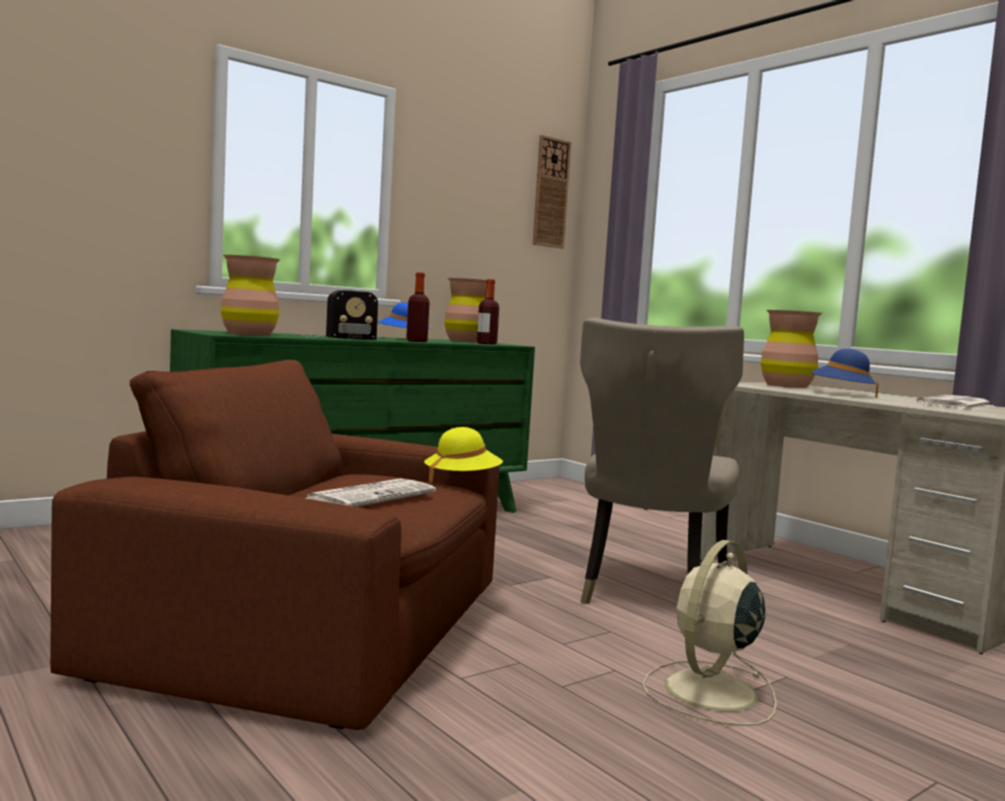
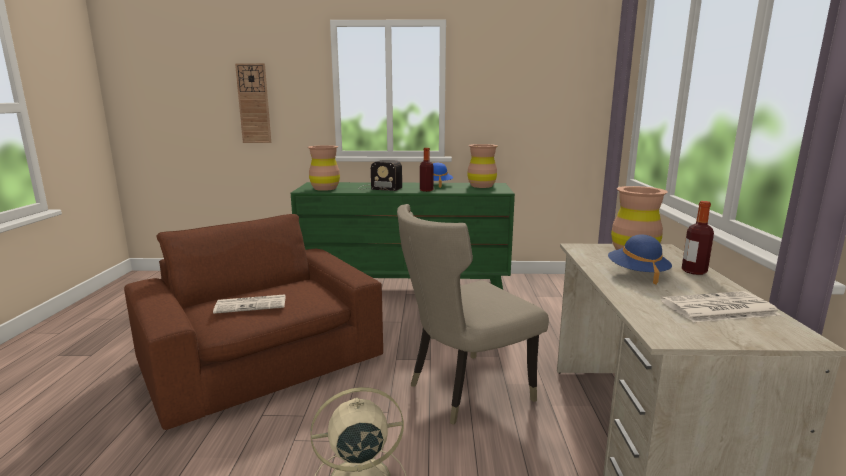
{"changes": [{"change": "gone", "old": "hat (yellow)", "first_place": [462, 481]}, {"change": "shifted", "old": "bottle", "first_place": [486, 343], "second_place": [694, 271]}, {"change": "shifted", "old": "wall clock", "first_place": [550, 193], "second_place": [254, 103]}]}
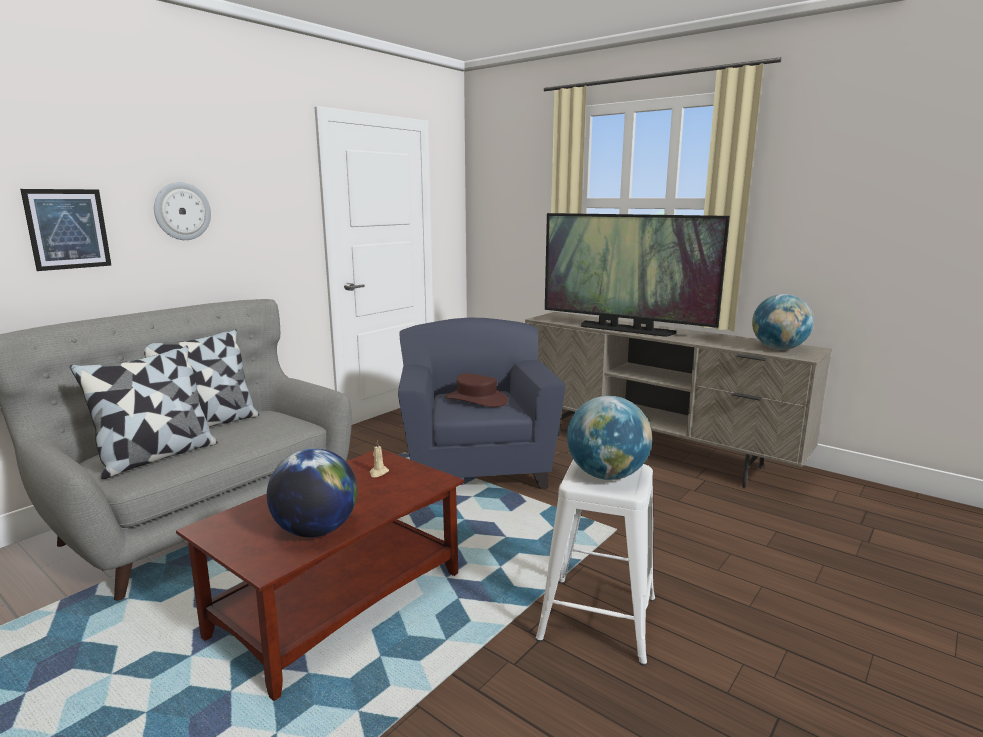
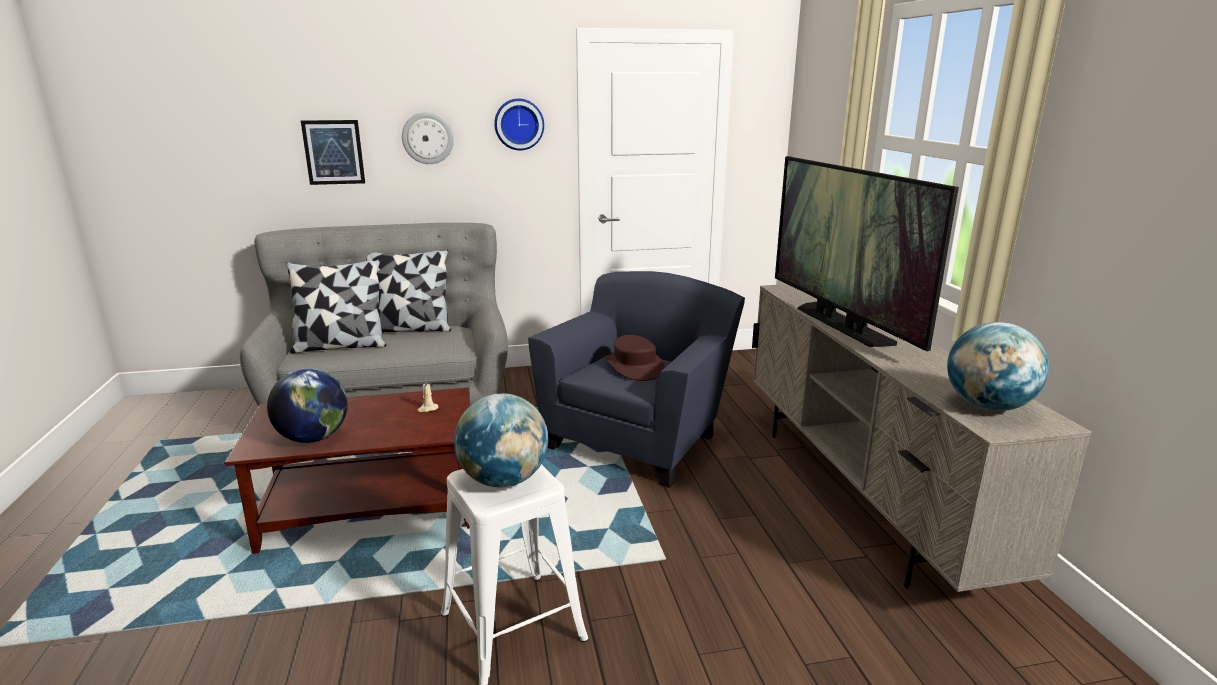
{"changes": [{"change": "new", "new": "wall clock", "second_place": [519, 124]}]}
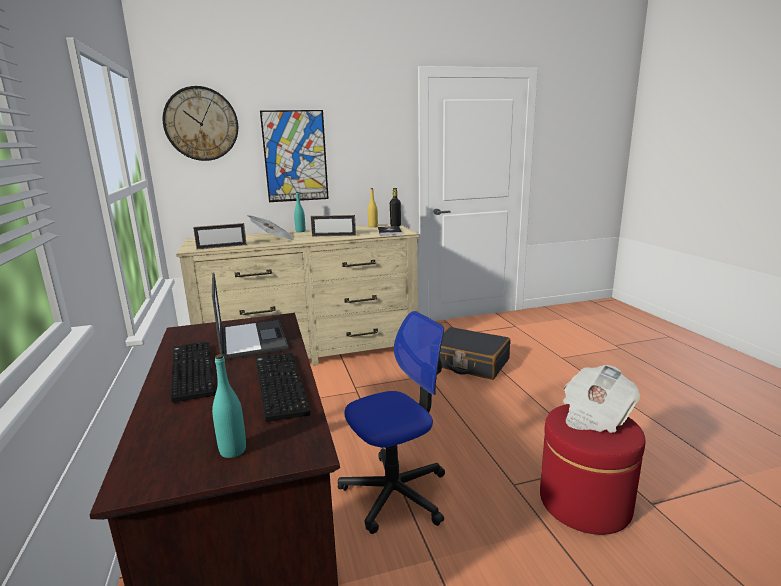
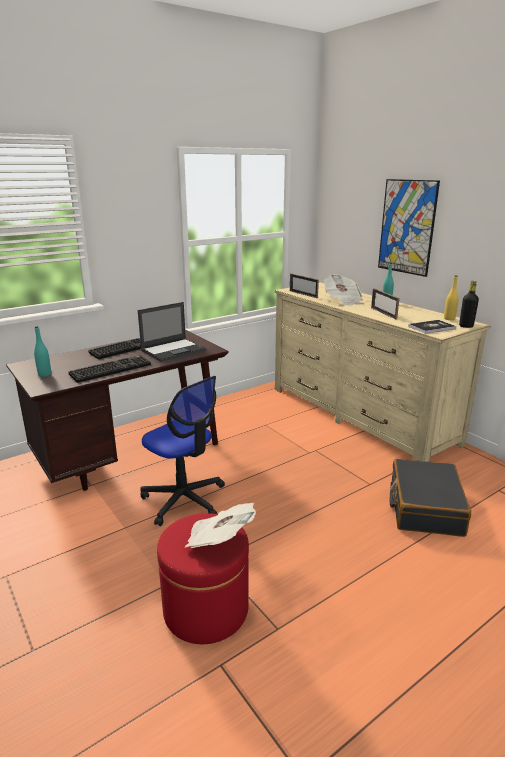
{"changes": [{"change": "gone", "old": "wall clock", "first_place": [201, 124]}]}
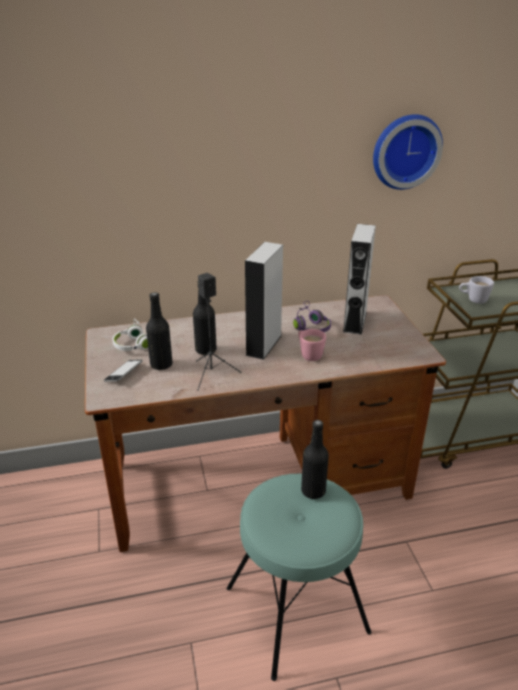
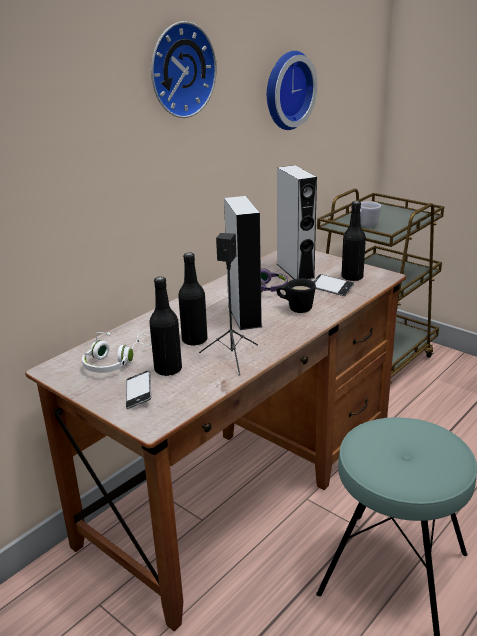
{"changes": [{"change": "new", "new": "wall clock", "second_place": [179, 70]}, {"change": "new", "new": "phone", "second_place": [331, 288]}, {"change": "shifted", "old": "bottle (black)", "first_place": [313, 491], "second_place": [352, 277]}, {"change": "repainted", "old": "mug (pink)", "new": "mug (black)", "first_place": [309, 354], "second_place": [295, 308]}]}
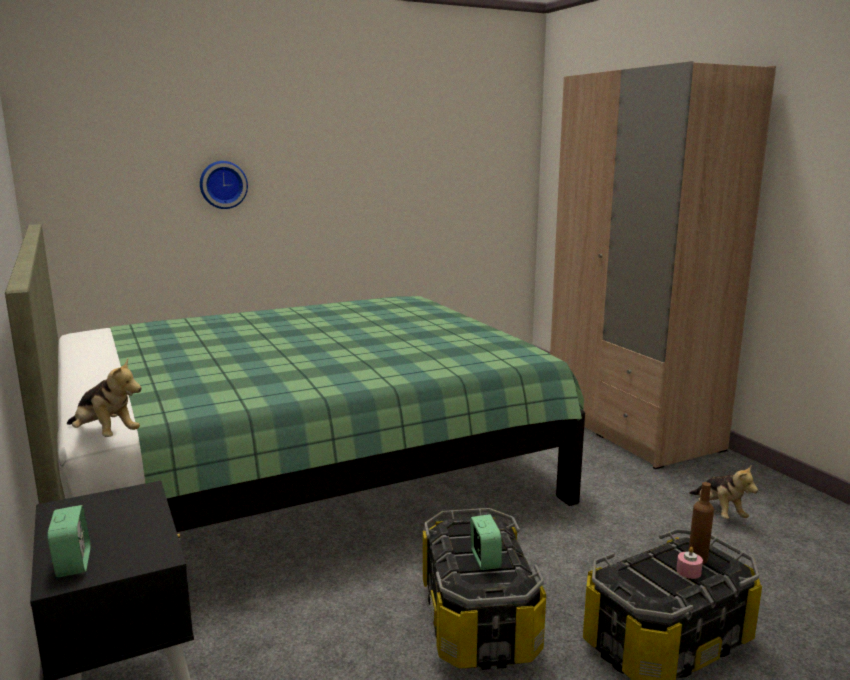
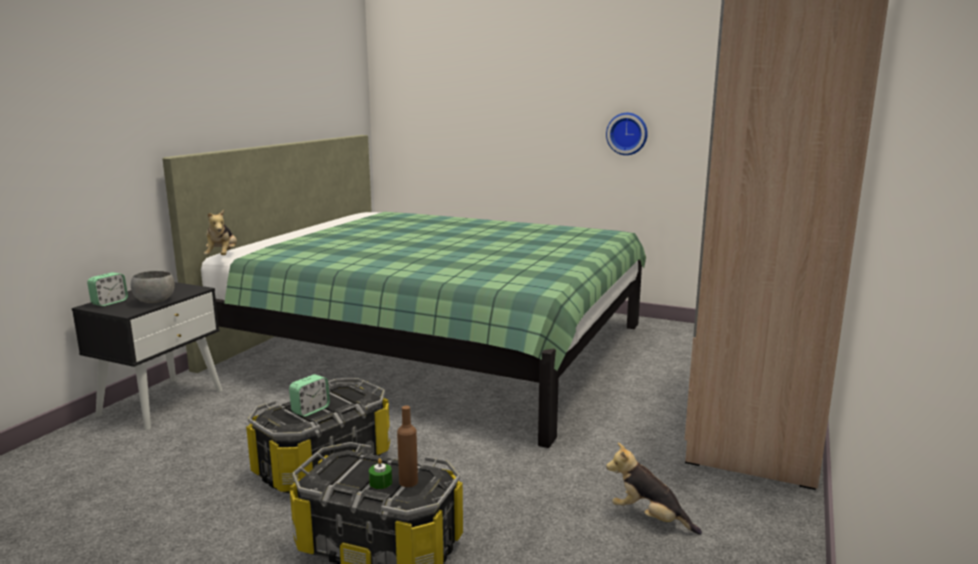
{"changes": [{"change": "new", "new": "bowl (grey)", "second_place": [154, 301]}, {"change": "shifted", "old": "wall clock", "first_place": [223, 184], "second_place": [627, 133]}, {"change": "repainted", "old": "candle (pink)", "new": "candle (green)", "first_place": [688, 571], "second_place": [380, 482]}, {"change": "rotated", "old": "plush toy", "first_place": [718, 512], "second_place": [649, 518], "degrees": 90}]}
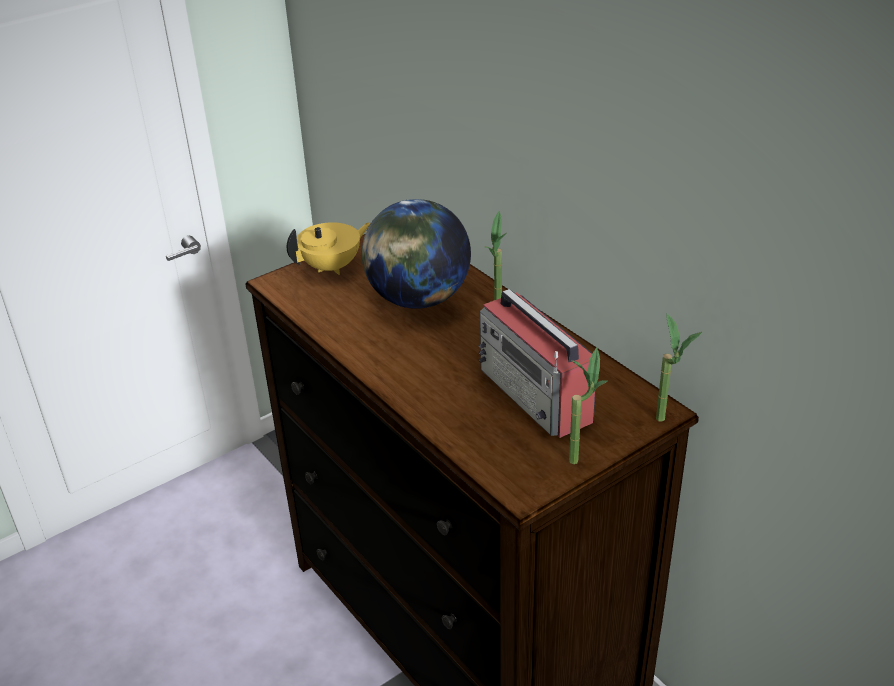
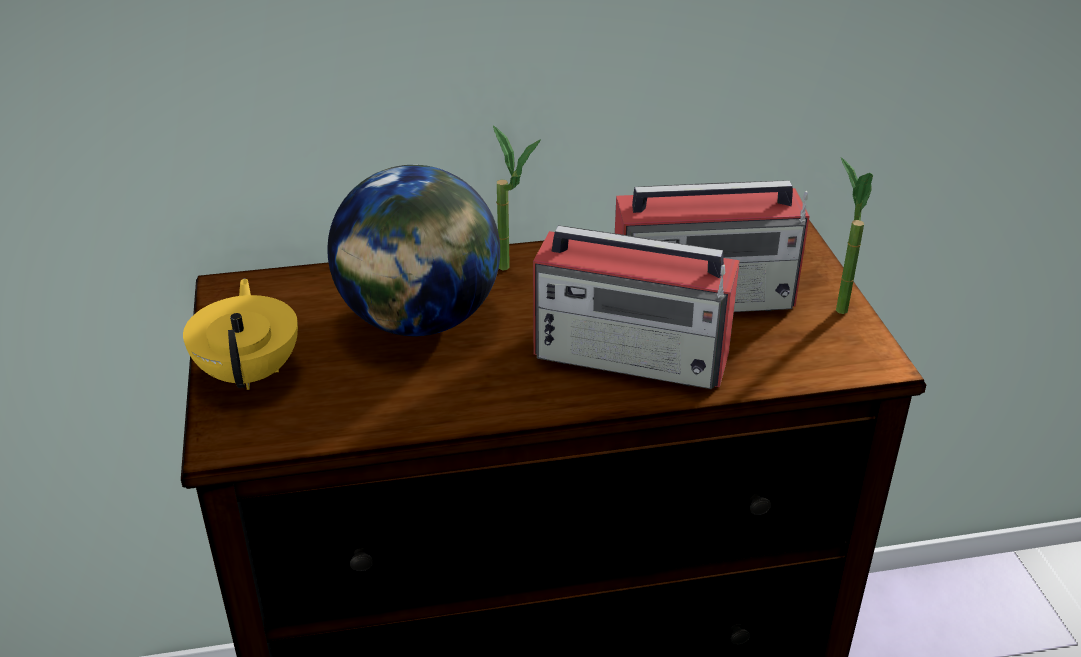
{"changes": [{"change": "gone", "old": "potted plant", "first_place": [668, 423]}, {"change": "new", "new": "radio", "second_place": [633, 355]}]}
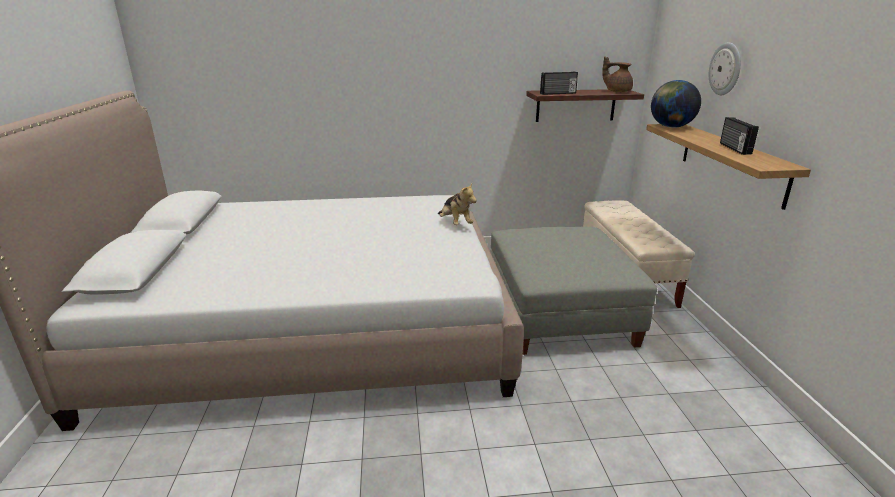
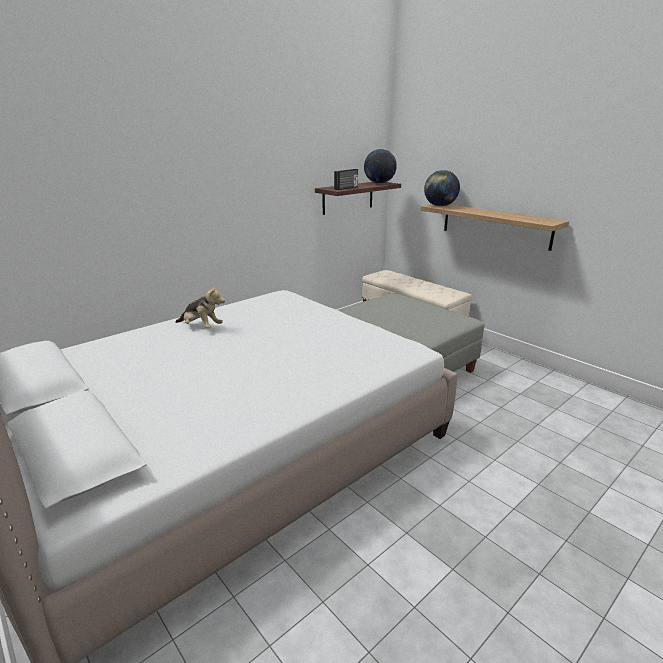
{"changes": [{"change": "gone", "old": "wall clock", "first_place": [725, 69]}, {"change": "gone", "old": "radio", "first_place": [734, 148]}, {"change": "shifted", "old": "plush toy", "first_place": [455, 223], "second_place": [201, 327]}, {"change": "swapped", "old": "teapot (brown)", "new": "globe", "first_place": [617, 91], "second_place": [379, 183]}]}
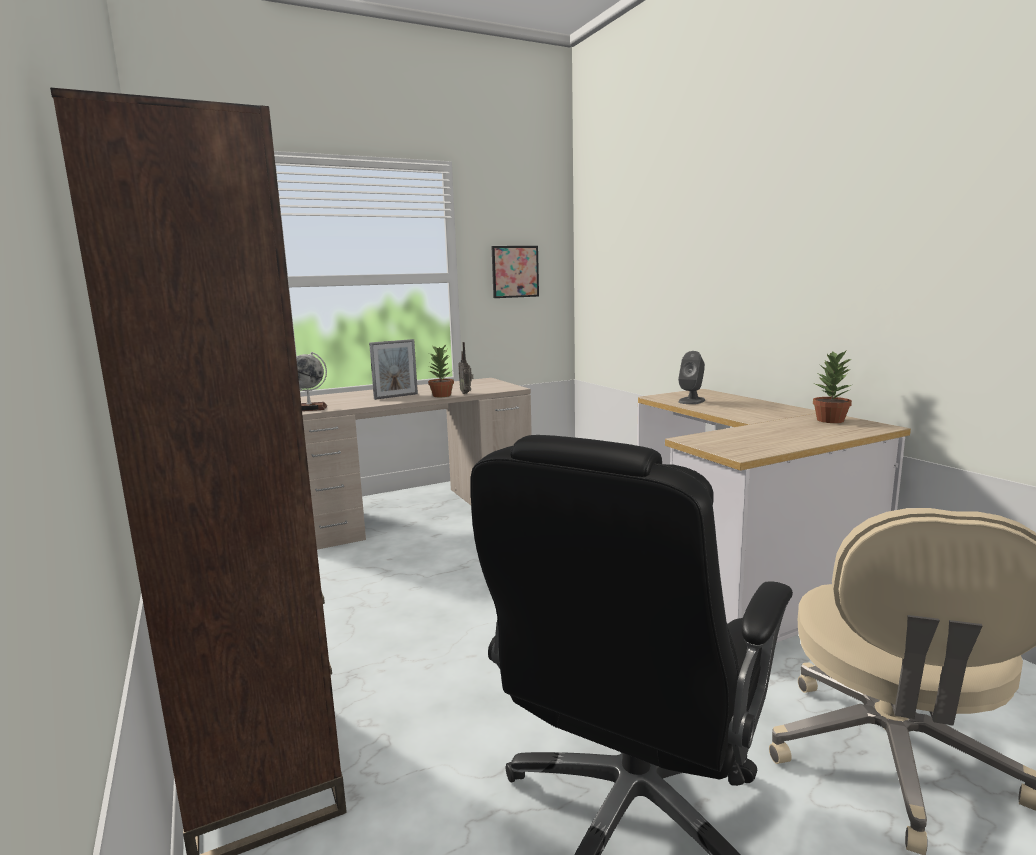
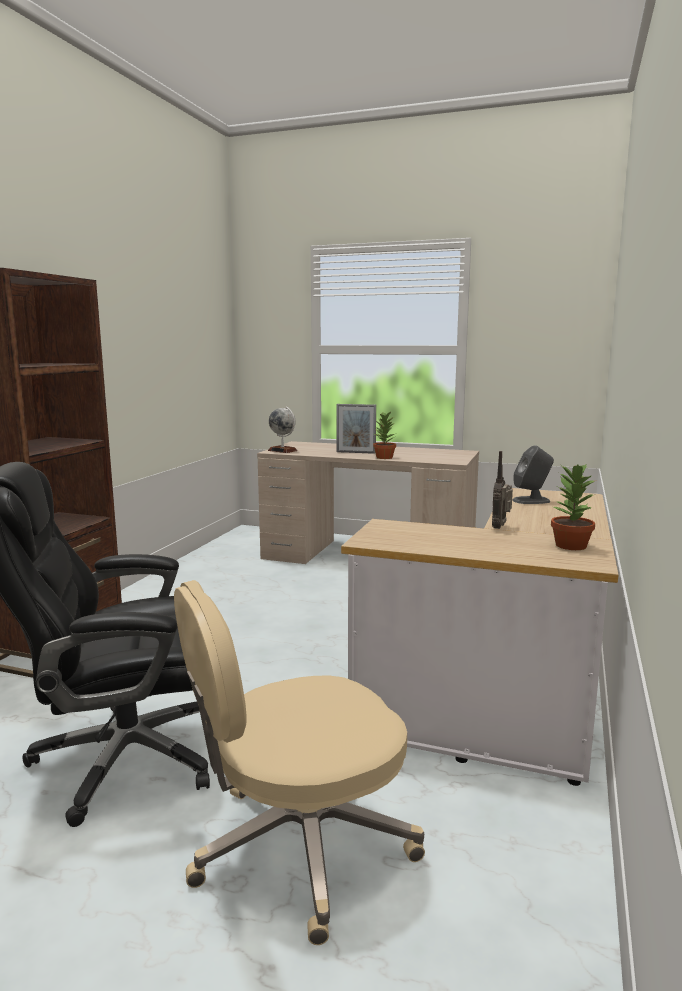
{"changes": [{"change": "gone", "old": "picture", "first_place": [515, 271]}, {"change": "shifted", "old": "radio", "first_place": [466, 393], "second_place": [501, 527]}]}
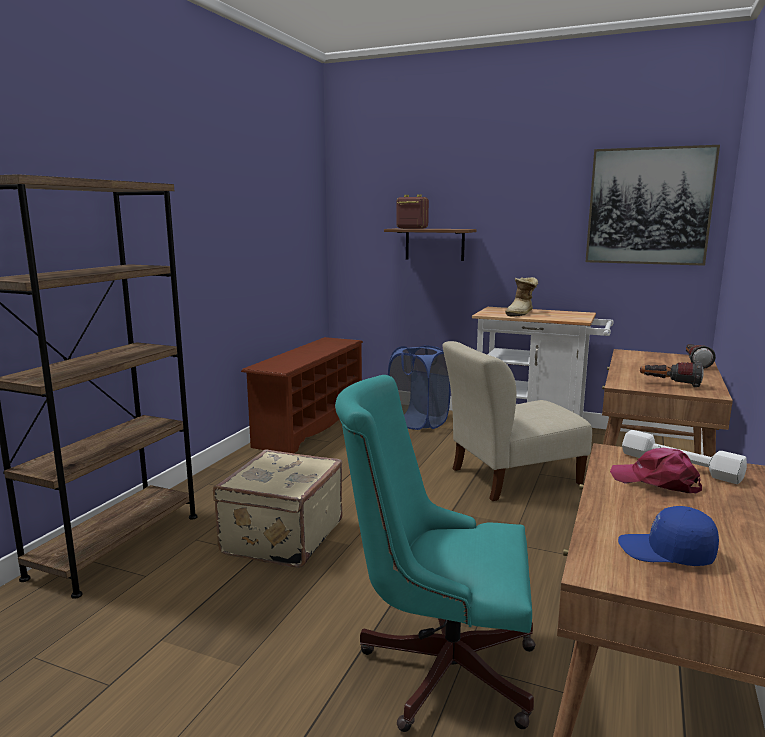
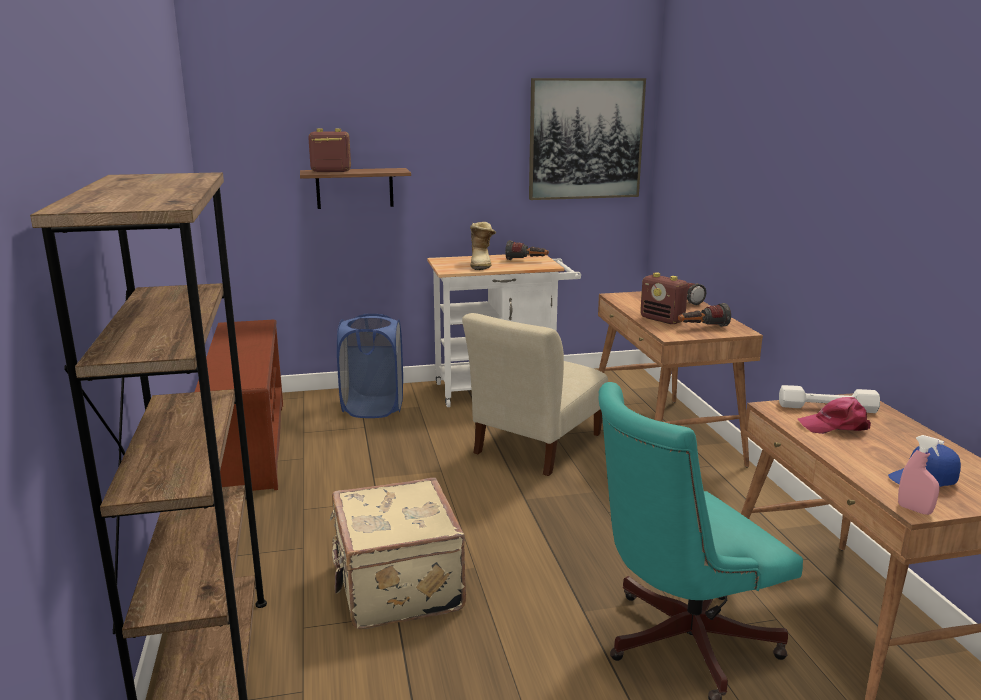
{"changes": [{"change": "new", "new": "flashlight", "second_place": [526, 261]}, {"change": "new", "new": "radio", "second_place": [662, 320]}, {"change": "new", "new": "spray bottle (pink)", "second_place": [914, 510]}]}
